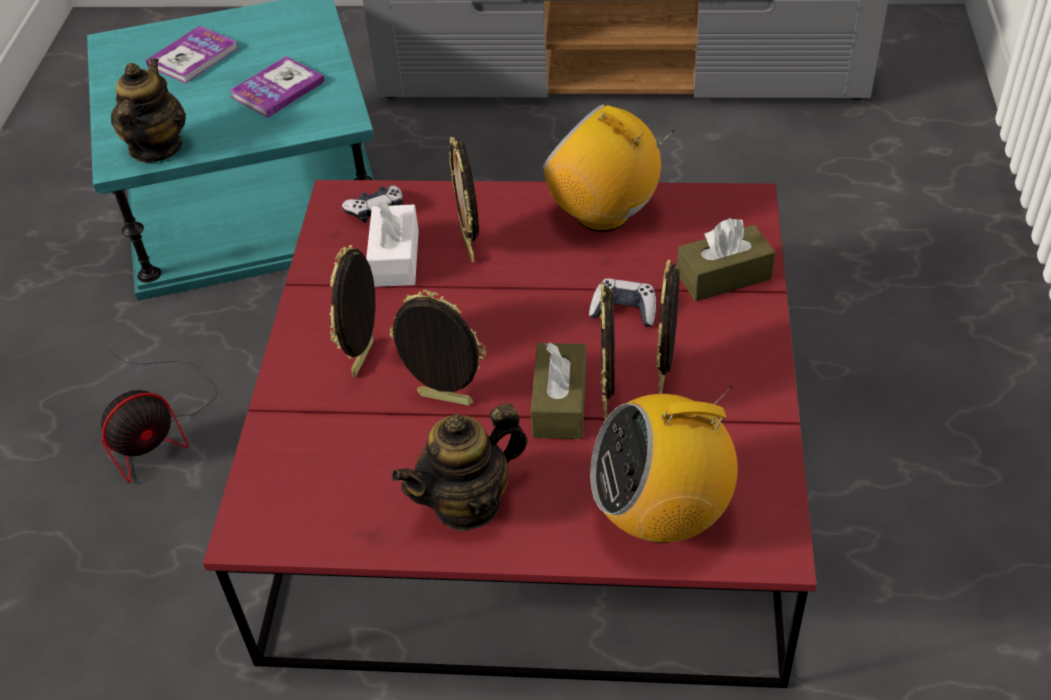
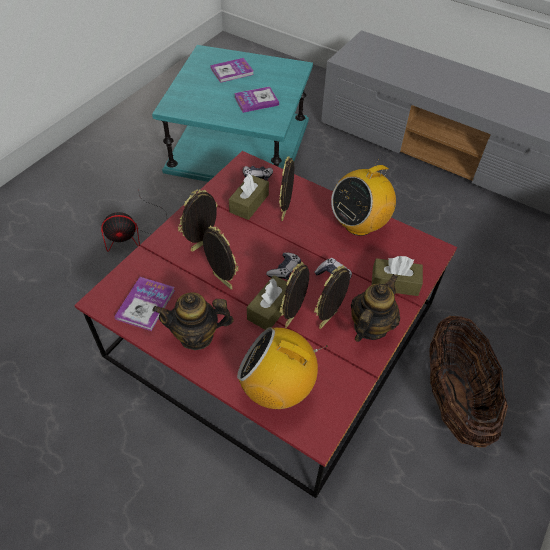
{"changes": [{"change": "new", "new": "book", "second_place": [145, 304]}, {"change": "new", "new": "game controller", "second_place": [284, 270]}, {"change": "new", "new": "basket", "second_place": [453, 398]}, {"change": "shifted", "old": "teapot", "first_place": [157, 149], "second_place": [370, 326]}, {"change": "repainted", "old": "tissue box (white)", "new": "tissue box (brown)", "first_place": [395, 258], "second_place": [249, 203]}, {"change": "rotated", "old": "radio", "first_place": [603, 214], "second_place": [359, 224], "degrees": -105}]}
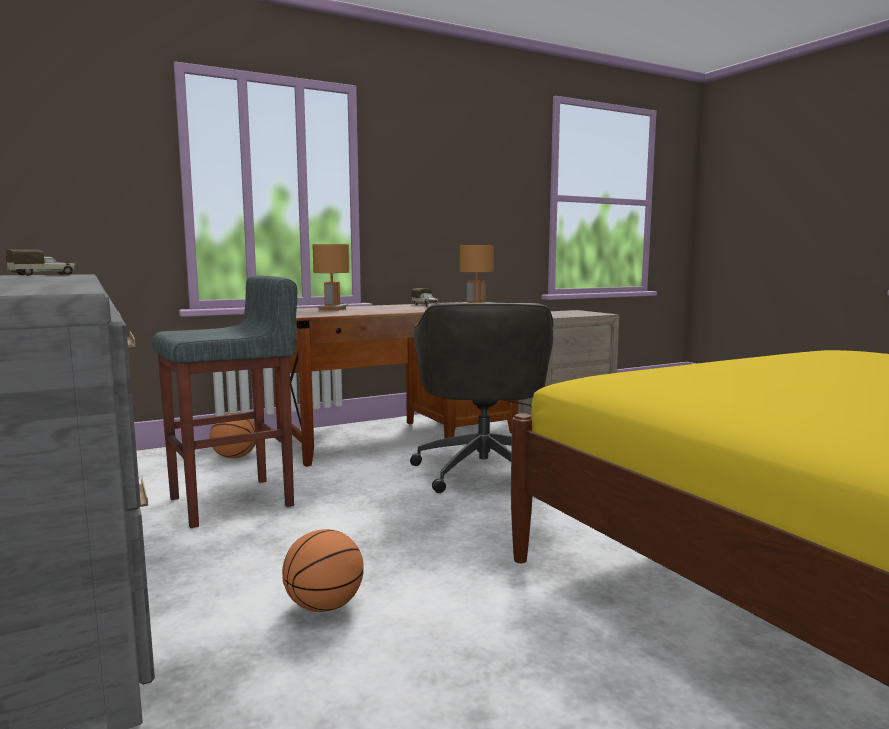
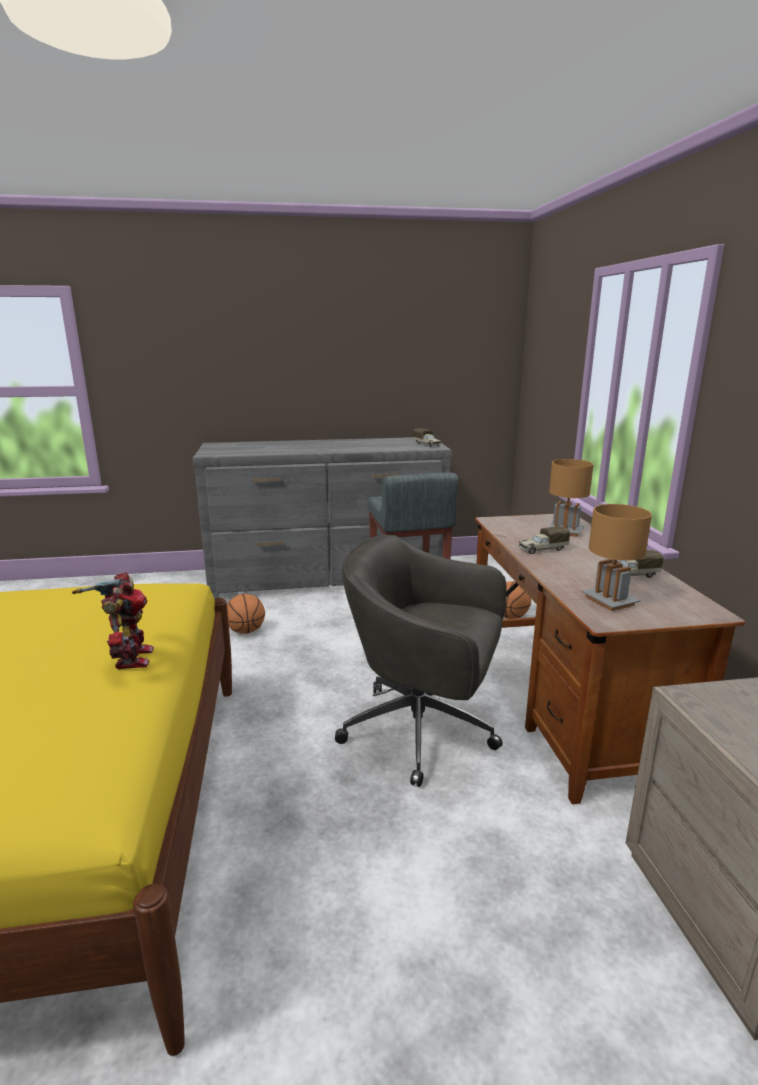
{"changes": [{"change": "new", "new": "toy robot", "second_place": [130, 658]}, {"change": "new", "new": "toy truck", "second_place": [542, 549]}]}
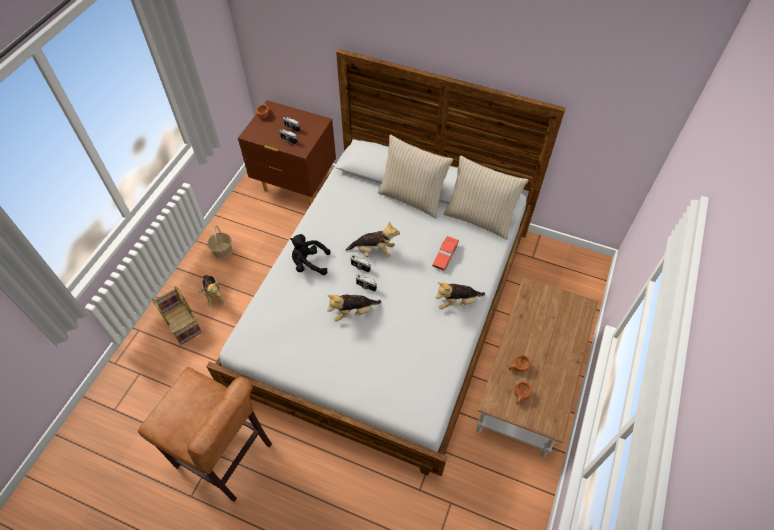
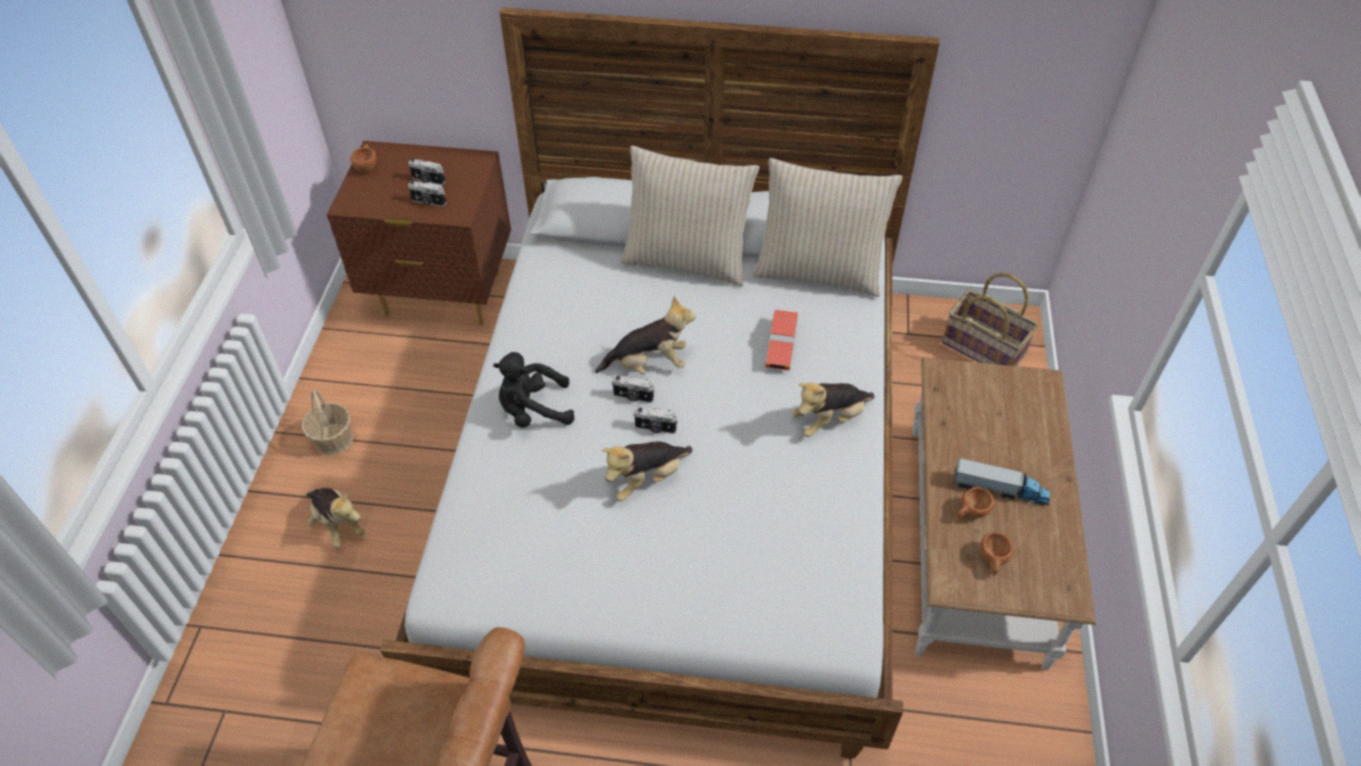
{"changes": [{"change": "new", "new": "toy truck", "second_place": [1000, 489]}, {"change": "shifted", "old": "basket", "first_place": [182, 323], "second_place": [984, 348]}]}
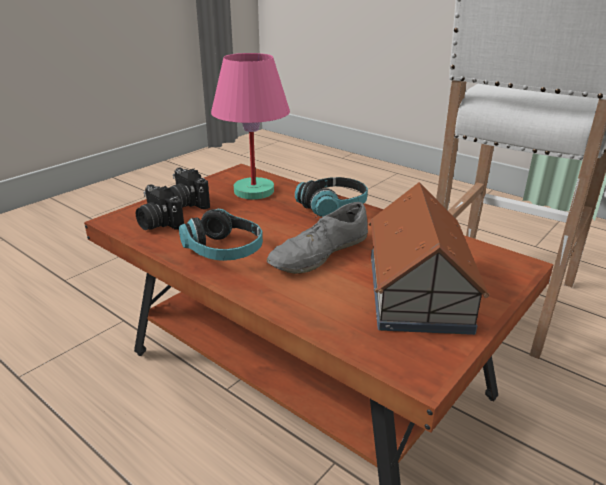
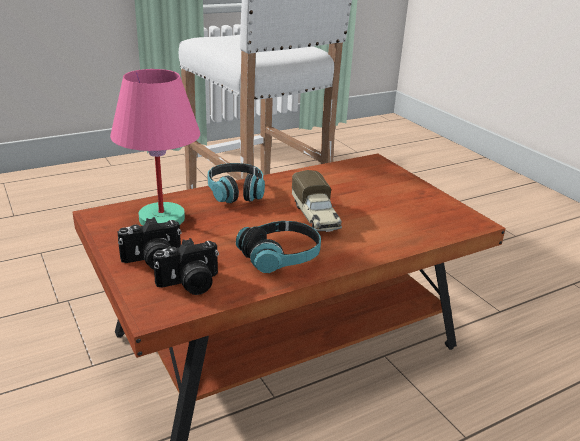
{"changes": [{"change": "gone", "old": "toy house", "first_place": [416, 291]}, {"change": "swapped", "old": "shoe (grey)", "new": "toy truck", "first_place": [319, 253], "second_place": [316, 217]}]}
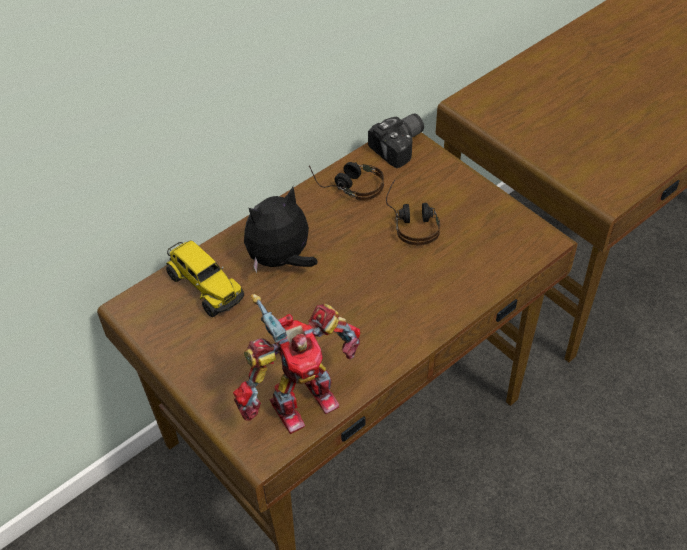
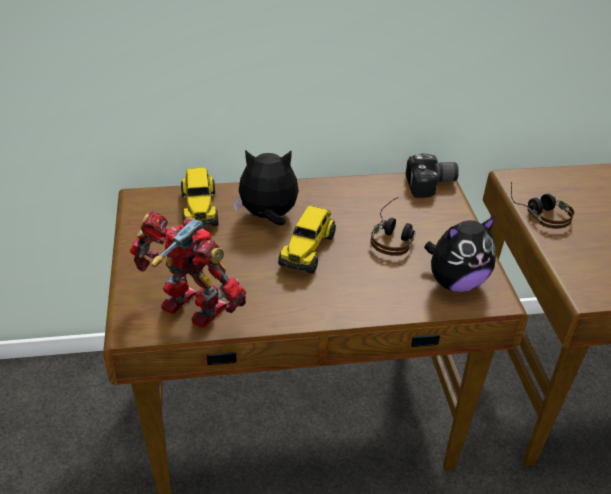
{"changes": [{"change": "new", "new": "toy truck", "second_place": [307, 250]}, {"change": "new", "new": "plush toy", "second_place": [455, 282]}, {"change": "shifted", "old": "headphones", "first_place": [347, 185], "second_place": [538, 212]}, {"change": "rotated", "old": "toy robot", "first_place": [301, 400], "second_place": [191, 311], "degrees": -150}]}
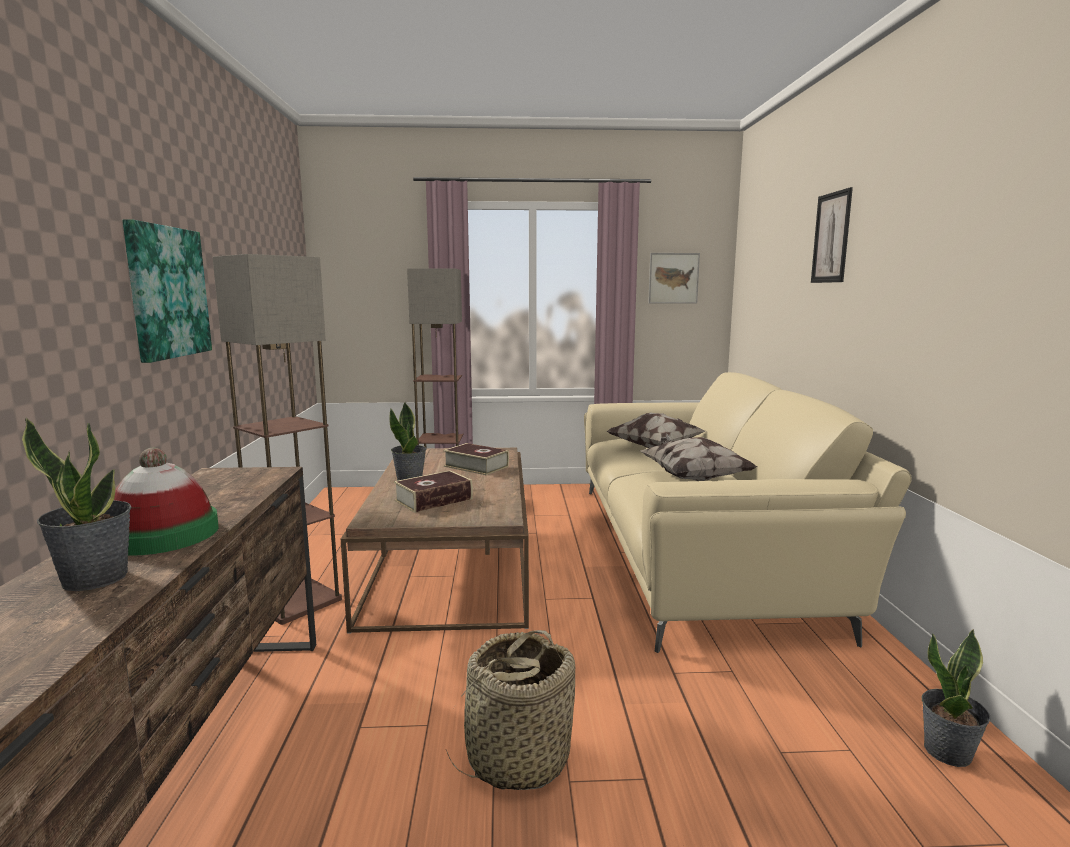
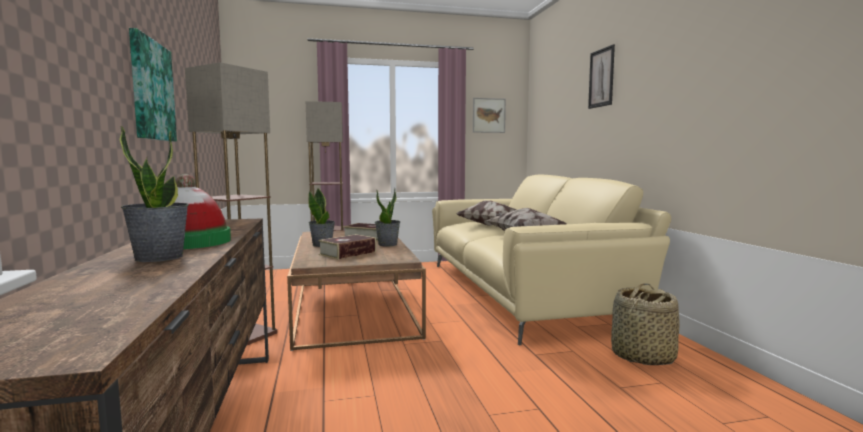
{"changes": [{"change": "shifted", "old": "basket", "first_place": [517, 758], "second_place": [642, 356]}, {"change": "shifted", "old": "potted plant", "first_place": [948, 752], "second_place": [388, 244]}]}
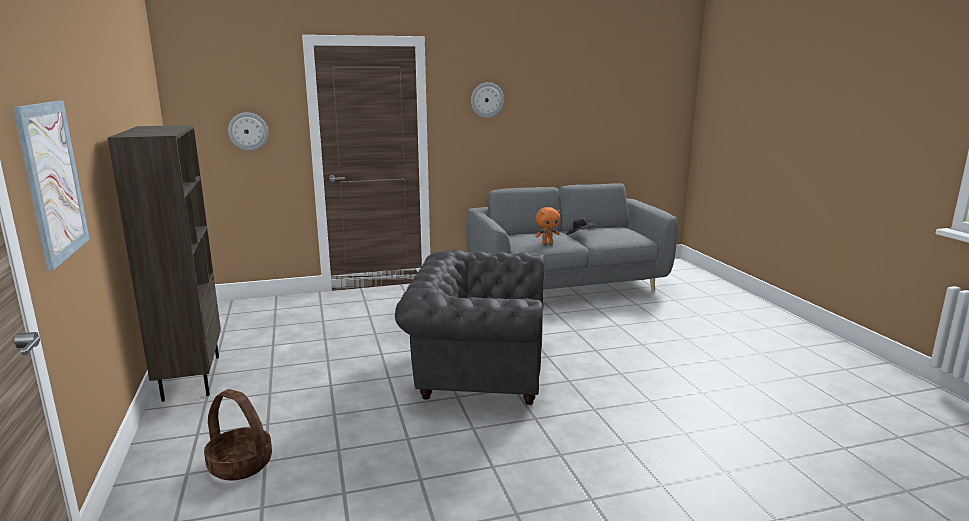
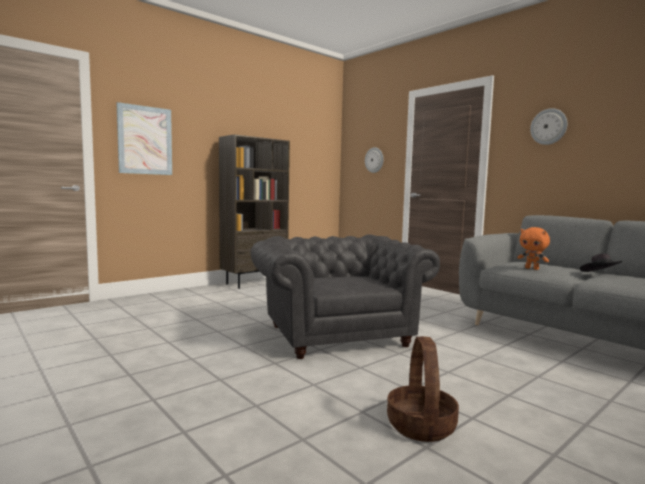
{"changes": [{"change": "shifted", "old": "basket", "first_place": [239, 465], "second_place": [420, 425]}]}
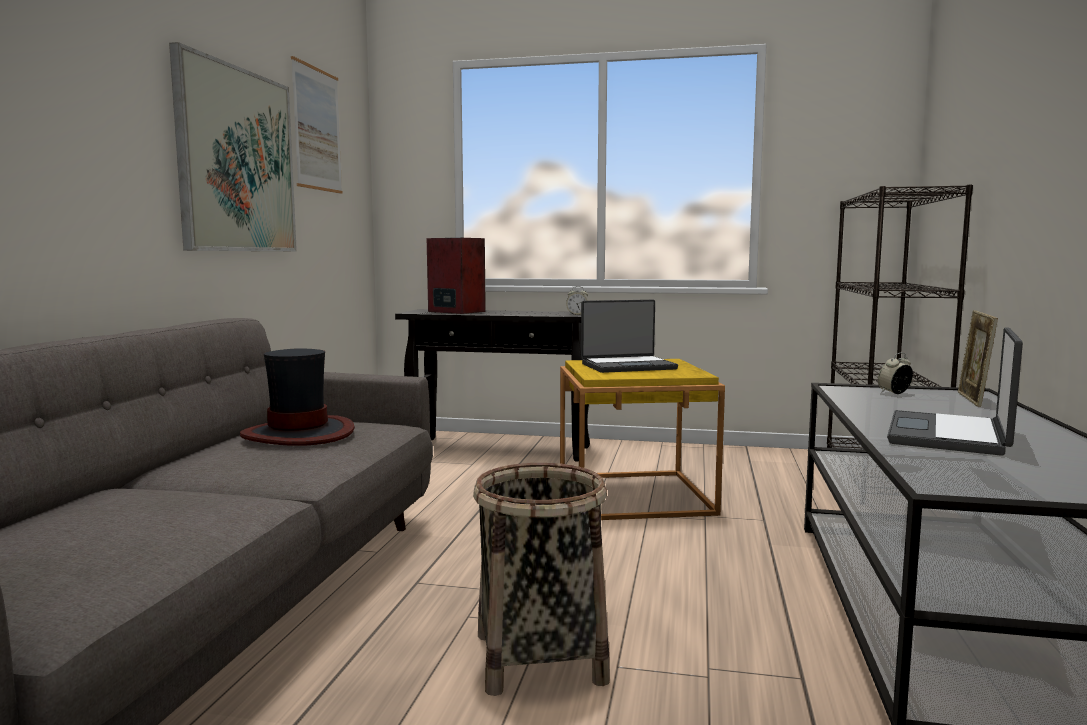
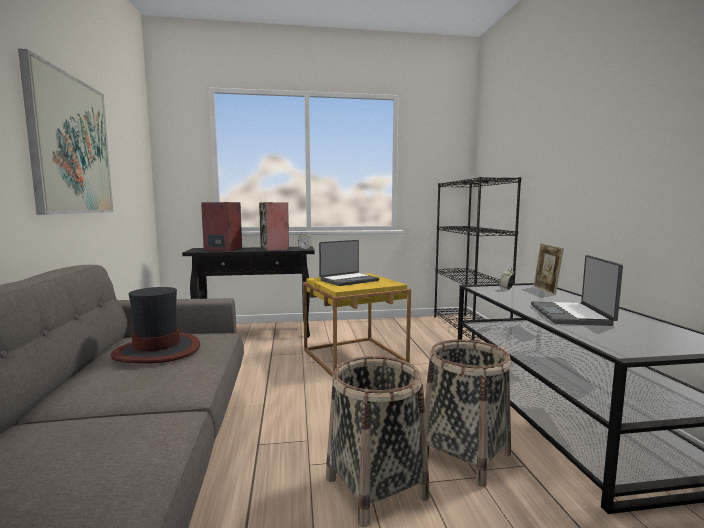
{"changes": [{"change": "gone", "old": "picture", "first_place": [317, 129]}, {"change": "new", "new": "speaker", "second_place": [275, 248]}, {"change": "new", "new": "basket", "second_place": [464, 455]}]}
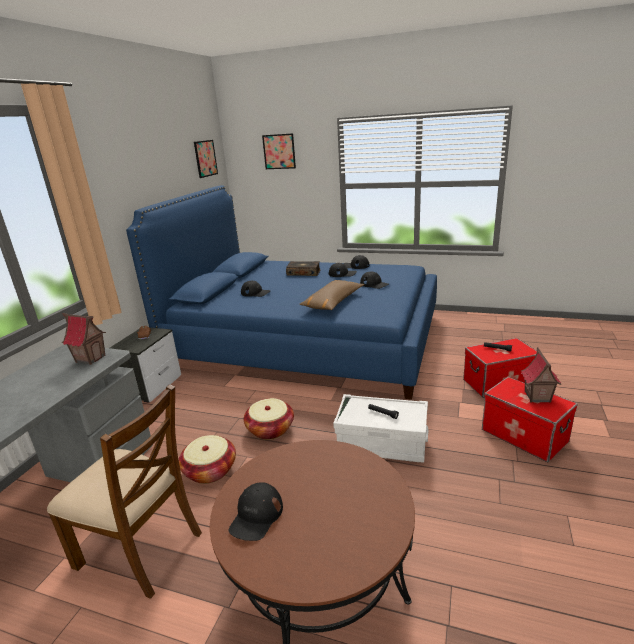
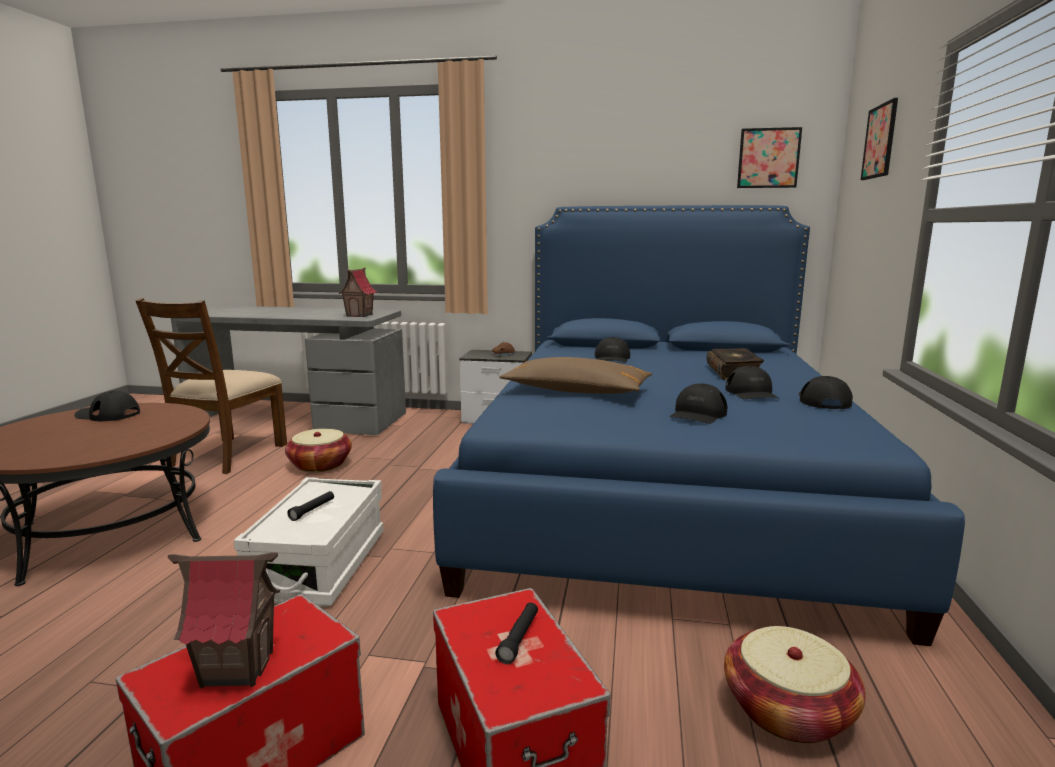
{"changes": [{"change": "shifted", "old": "basket", "first_place": [270, 429], "second_place": [787, 711]}]}
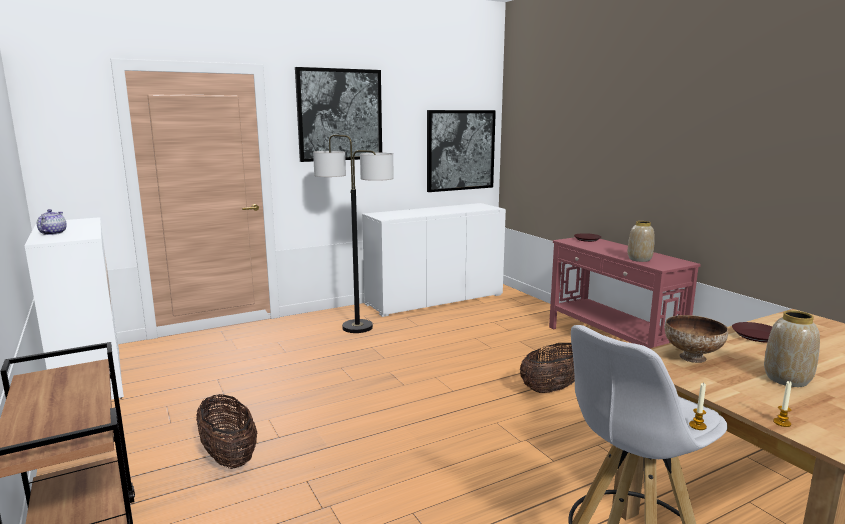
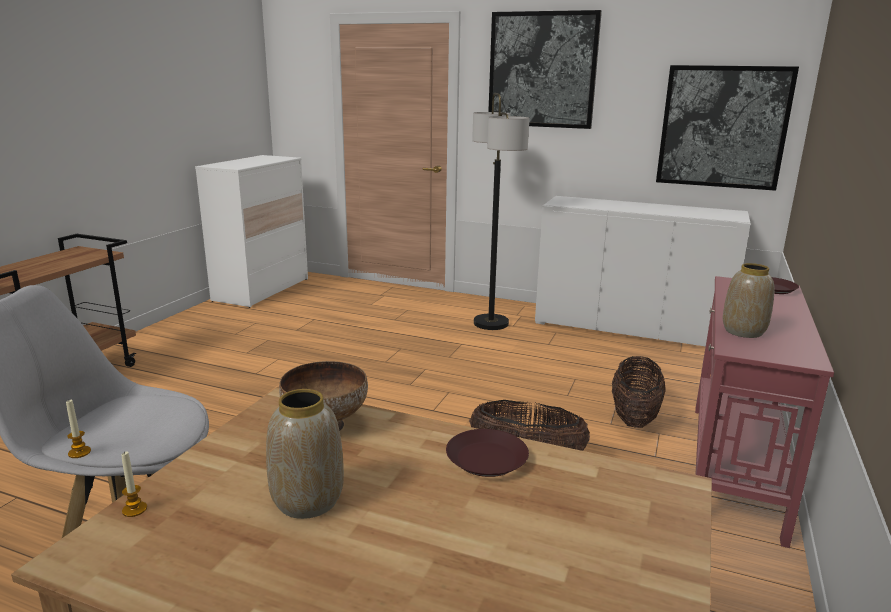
{"changes": [{"change": "gone", "old": "teapot", "first_place": [52, 233]}, {"change": "shifted", "old": "basket", "first_place": [229, 456], "second_place": [634, 417]}]}
